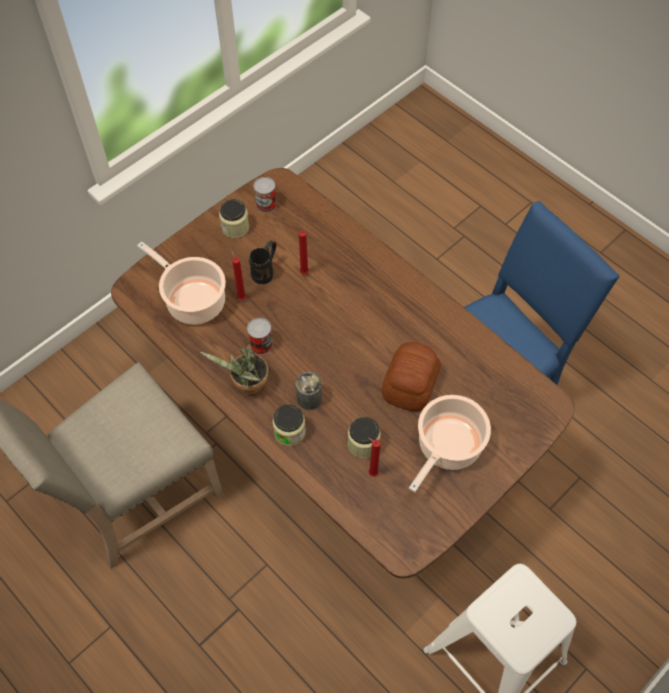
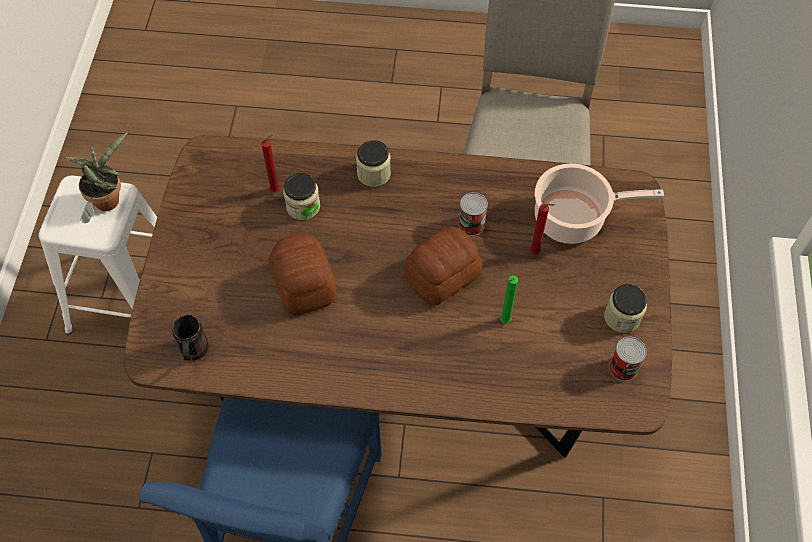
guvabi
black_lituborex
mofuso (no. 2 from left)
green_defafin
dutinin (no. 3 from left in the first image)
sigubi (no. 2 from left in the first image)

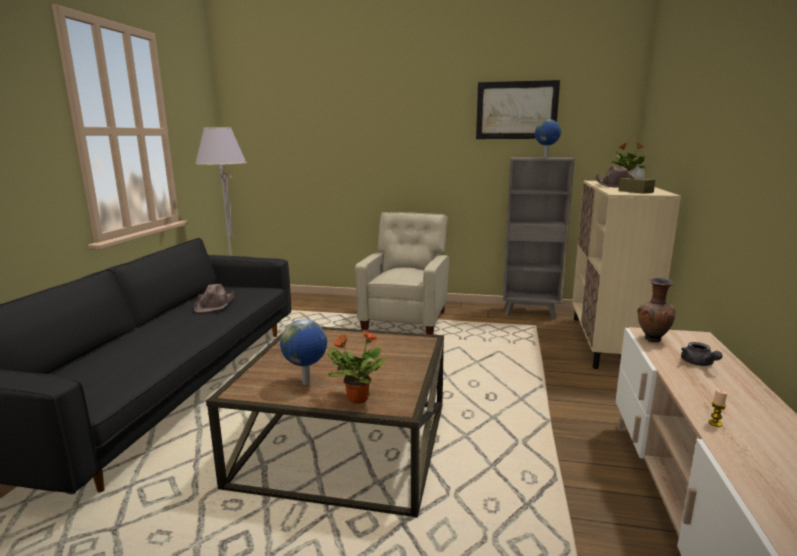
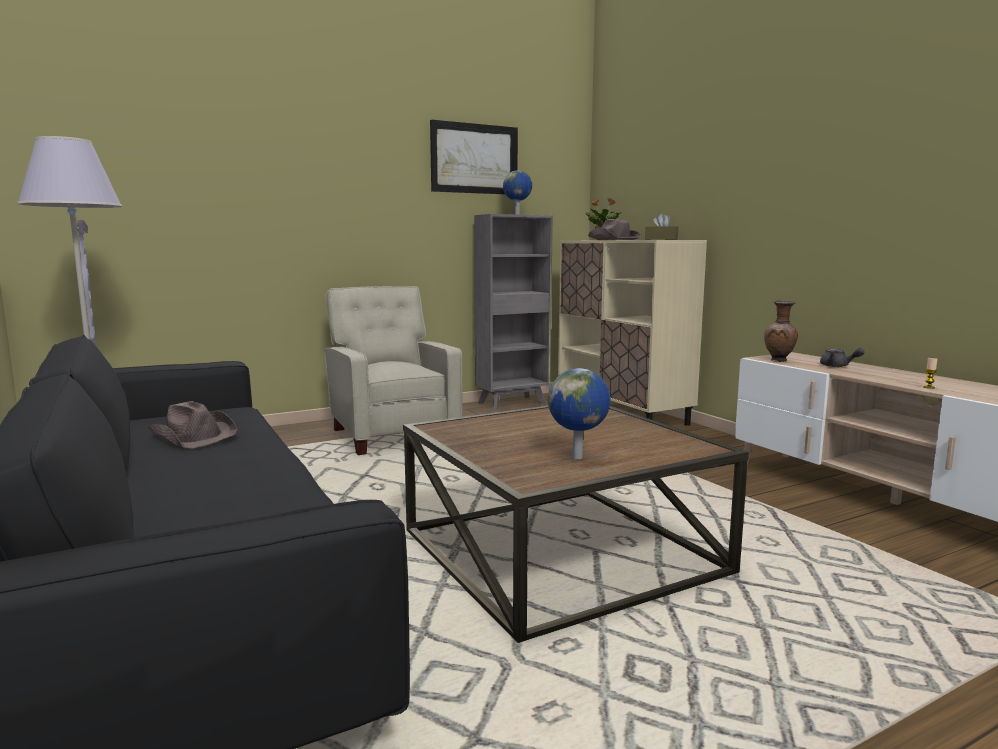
guvabi (no. 1 from left in the first image)

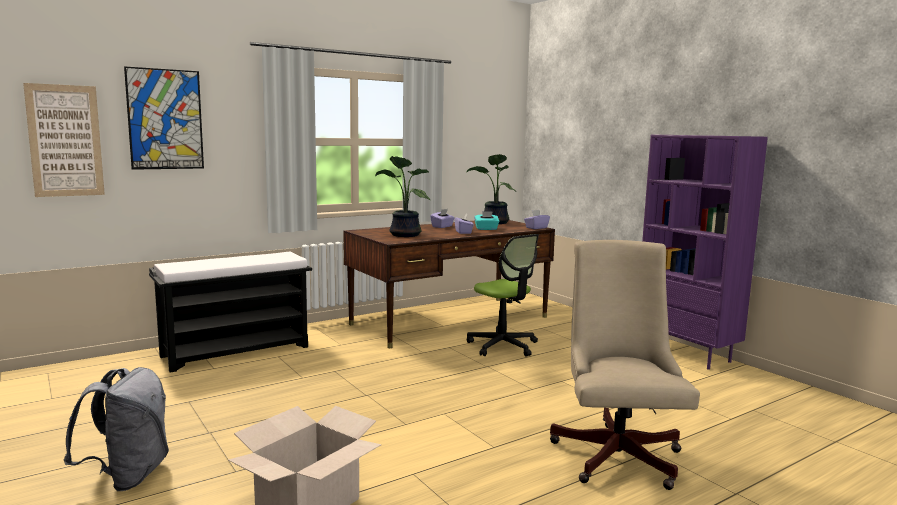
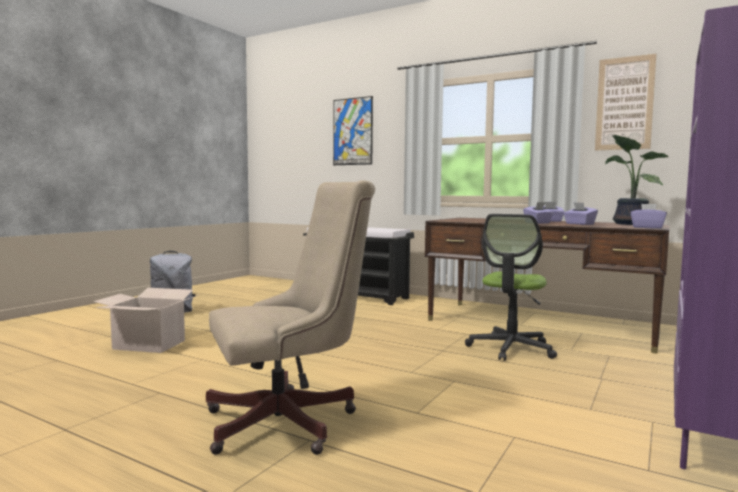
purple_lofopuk (no. 3 from left)
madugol (no. 2 from left)
guvabi (no. 1 from left in the first image)

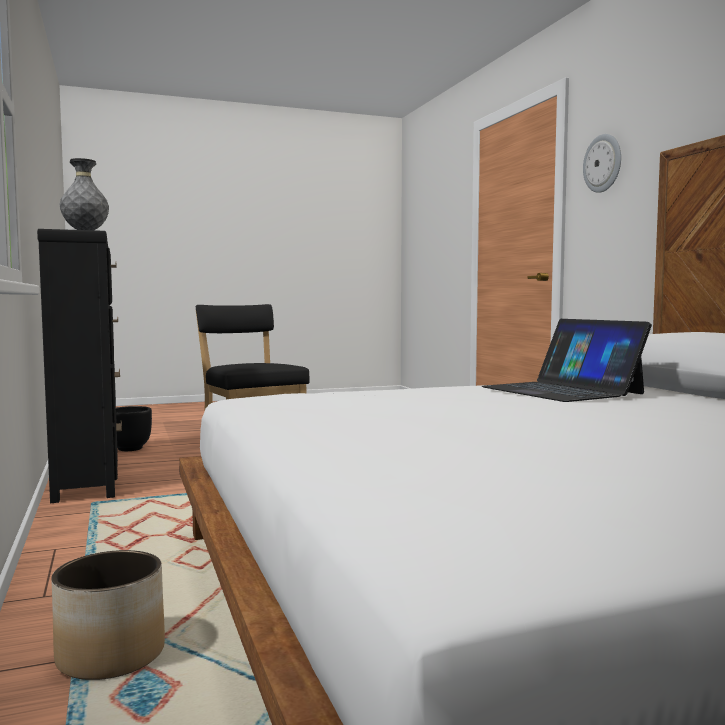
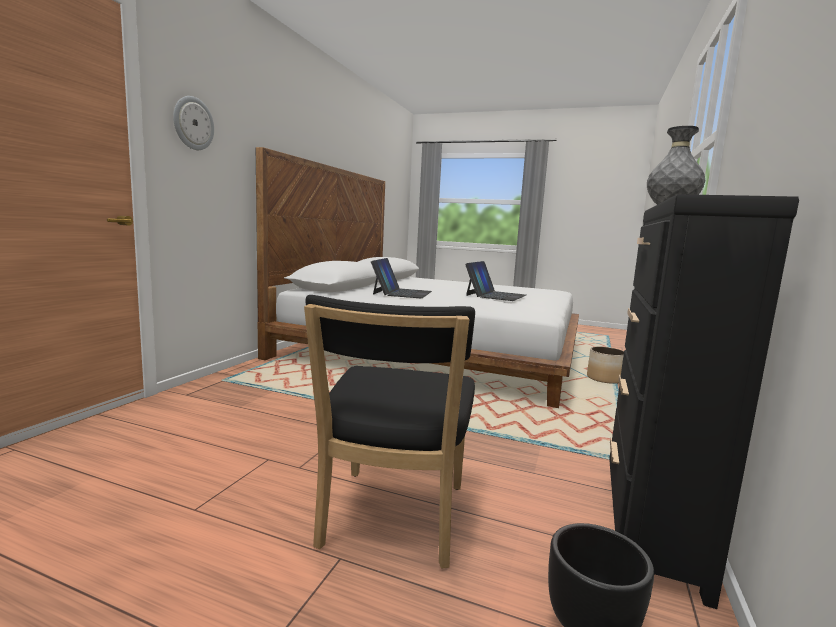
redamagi (no. 2 from left)

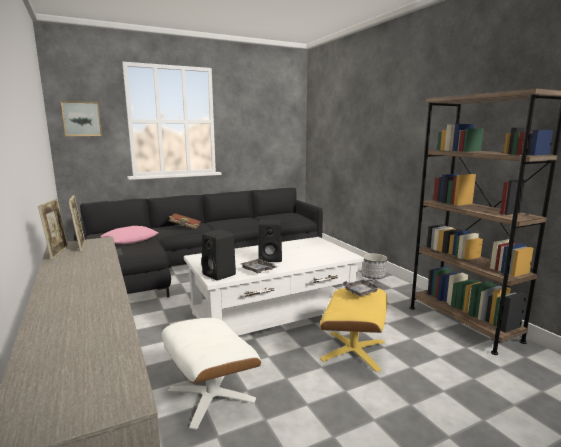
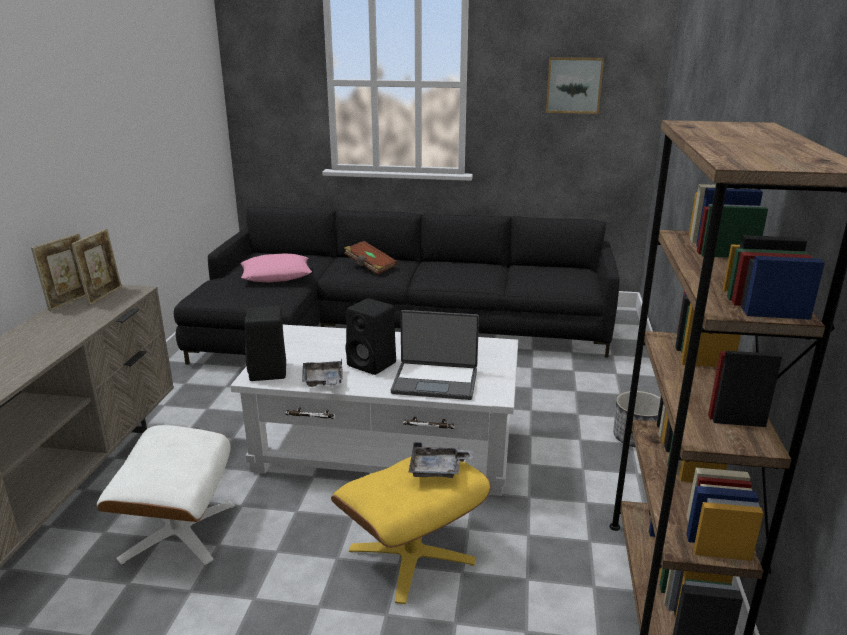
redamagi
madugol

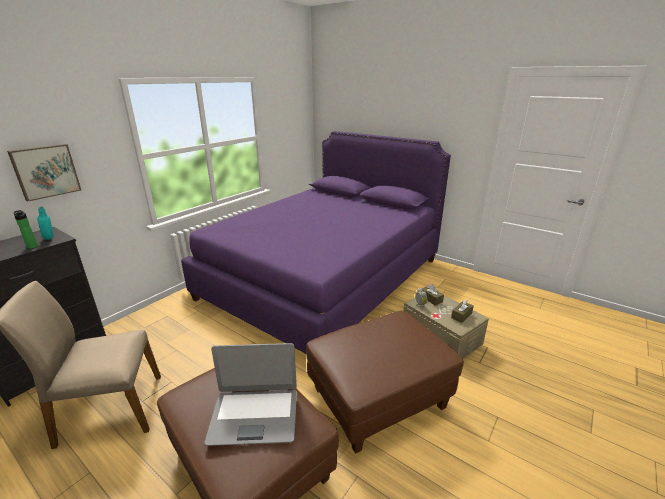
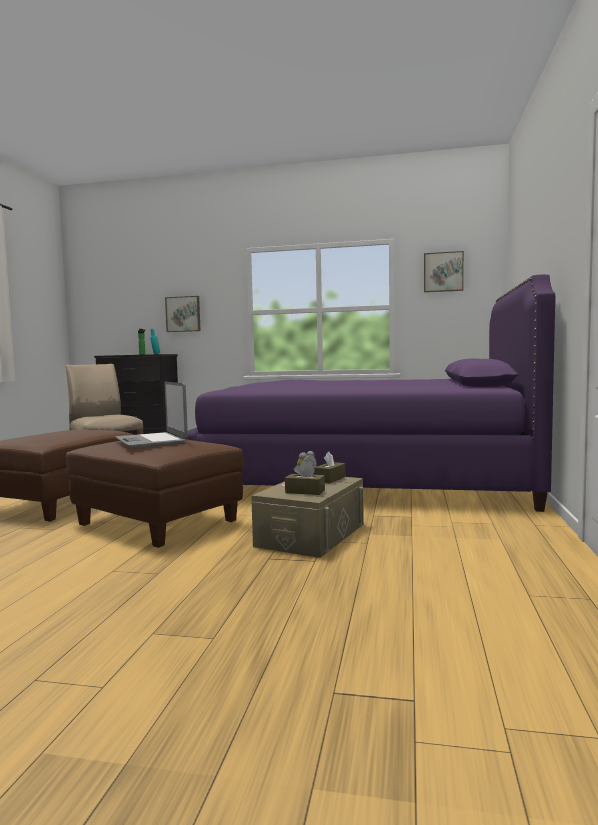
redamagi
madugol (no. 2 from left)

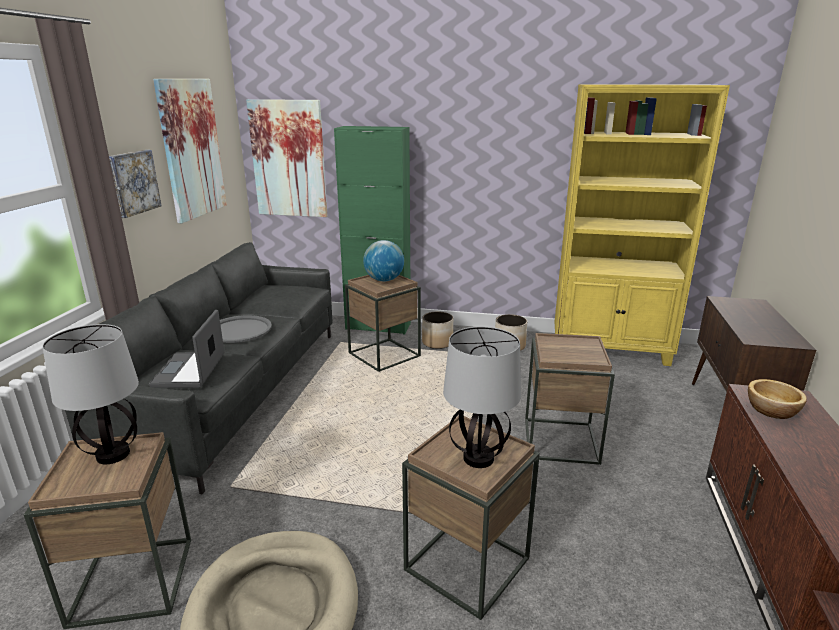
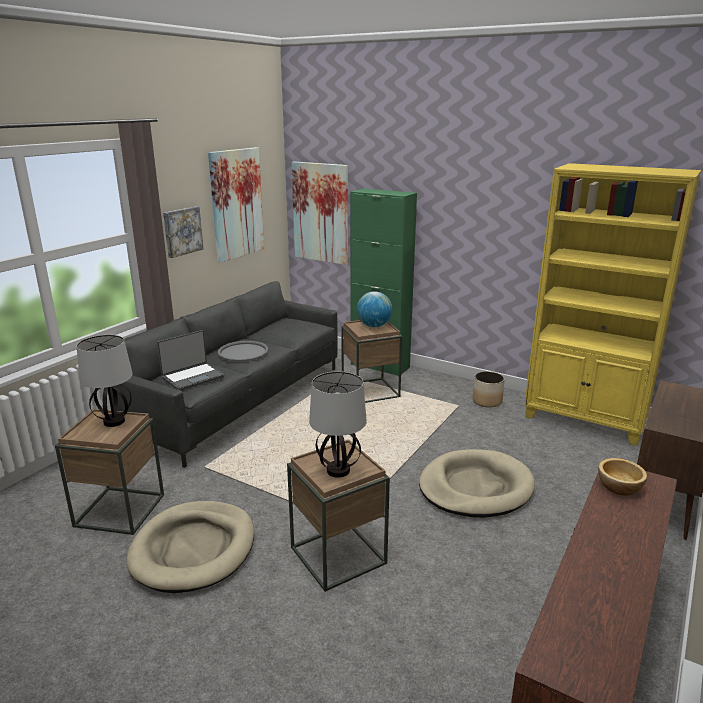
redamagi
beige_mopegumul (no. 2 from left)
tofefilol (no. 1 from left in the first image)

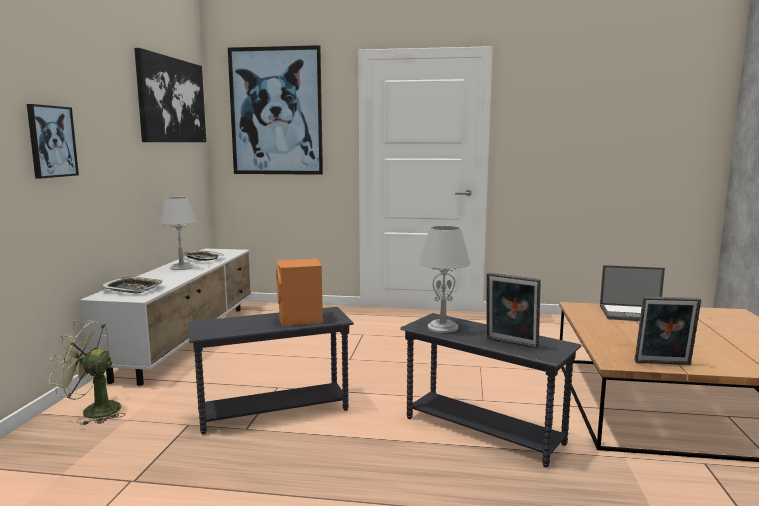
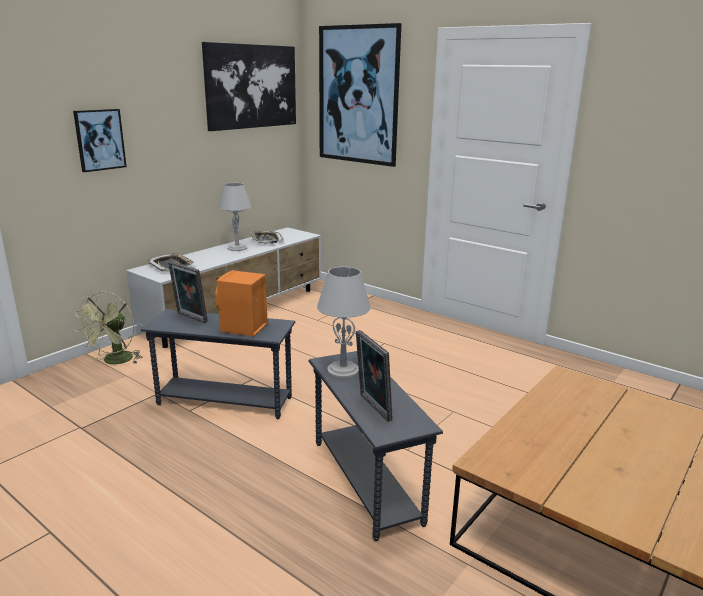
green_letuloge
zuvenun (no. 1 from left)
redamagi

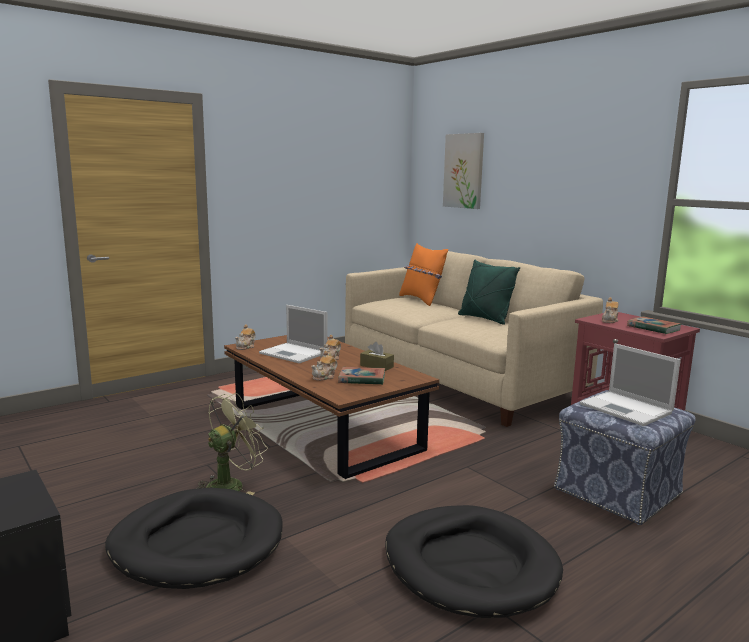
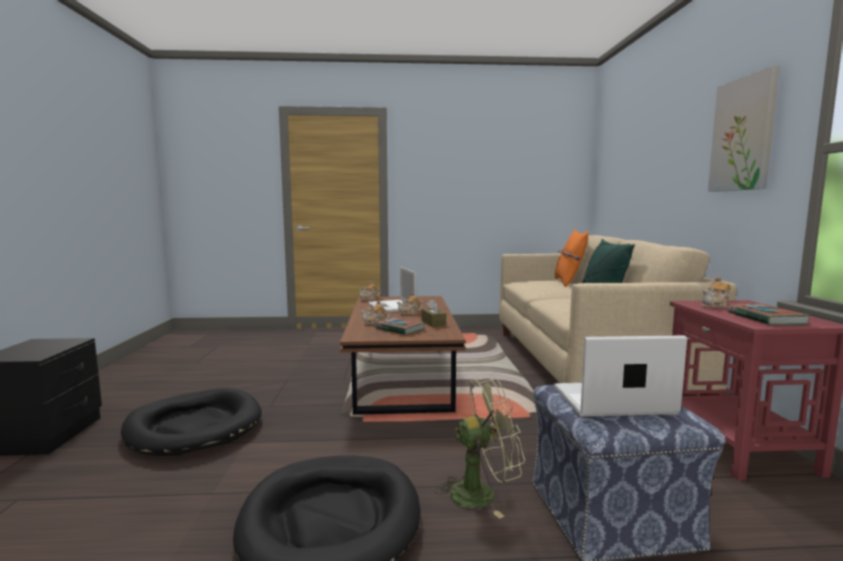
green_letuloge
redamagi (no. 2 from left)
madugol

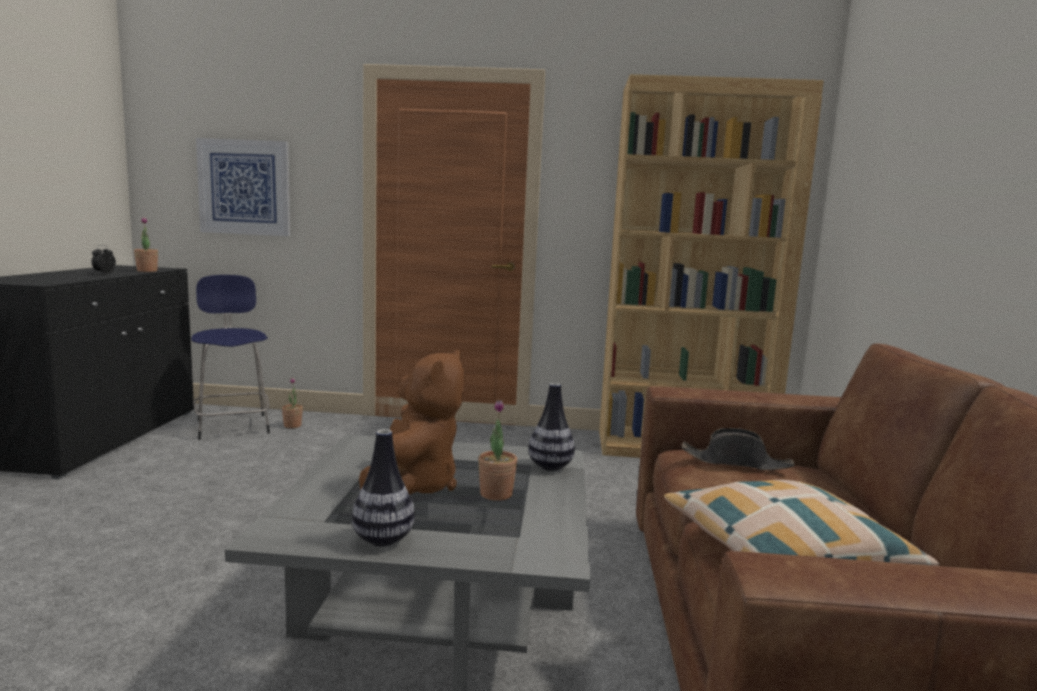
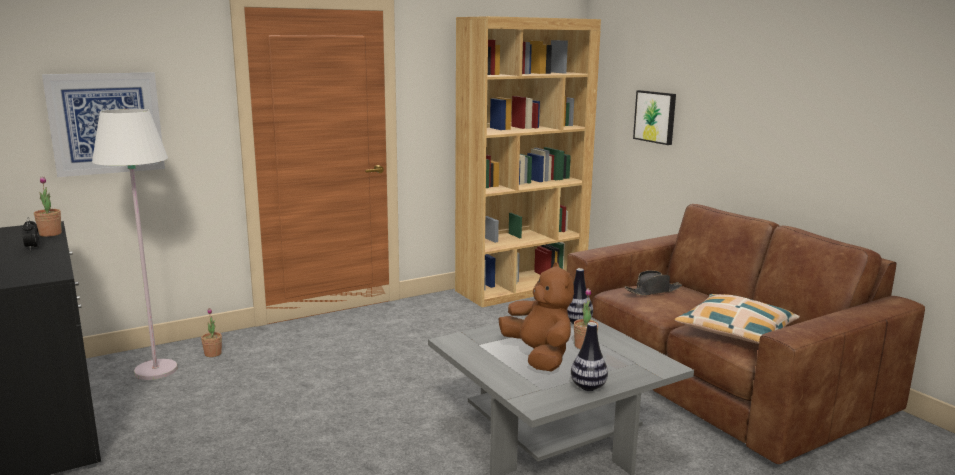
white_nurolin
madugol (no. 2 from left)

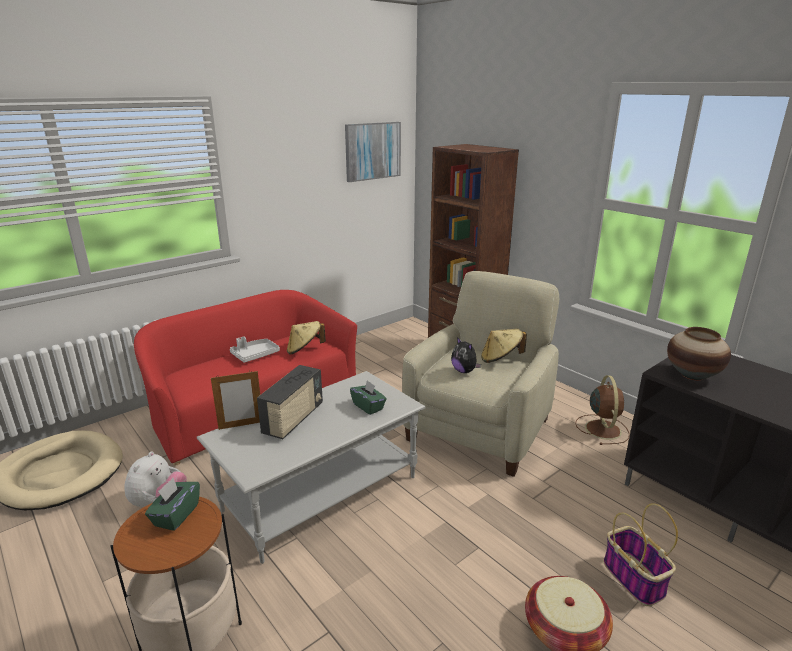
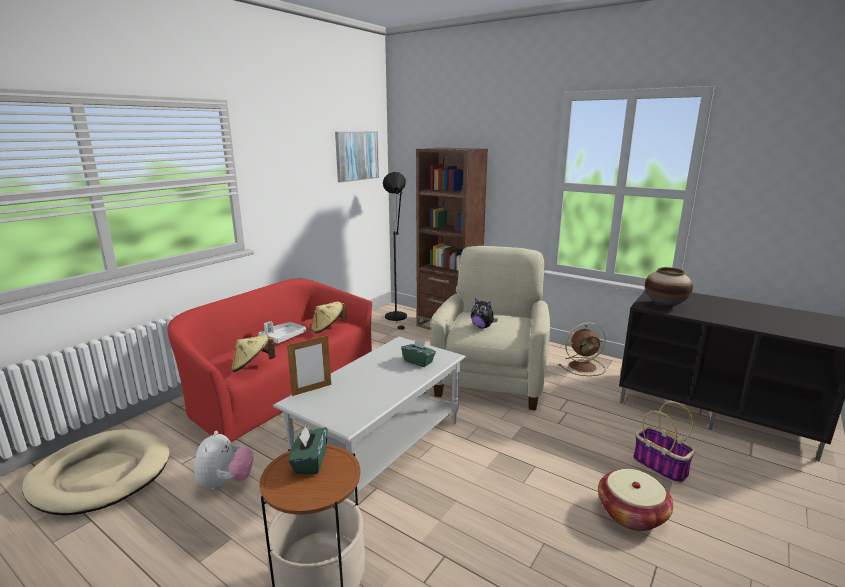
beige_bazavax (no. 1 from left)
black_nurolin
brown_letuloge
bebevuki

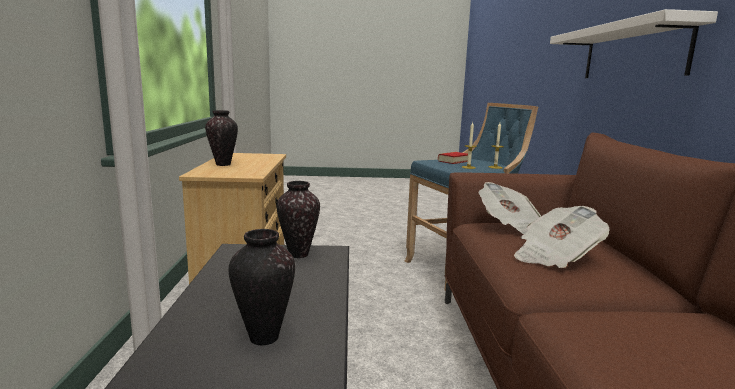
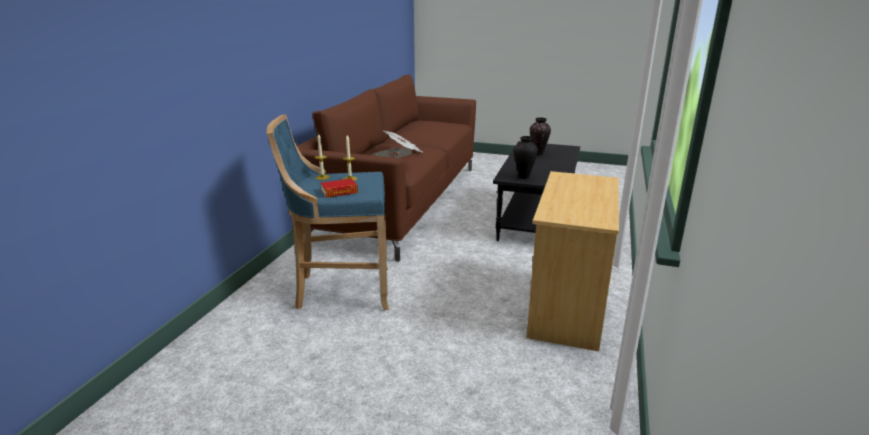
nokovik (no. 1 from left in the first image)
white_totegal

